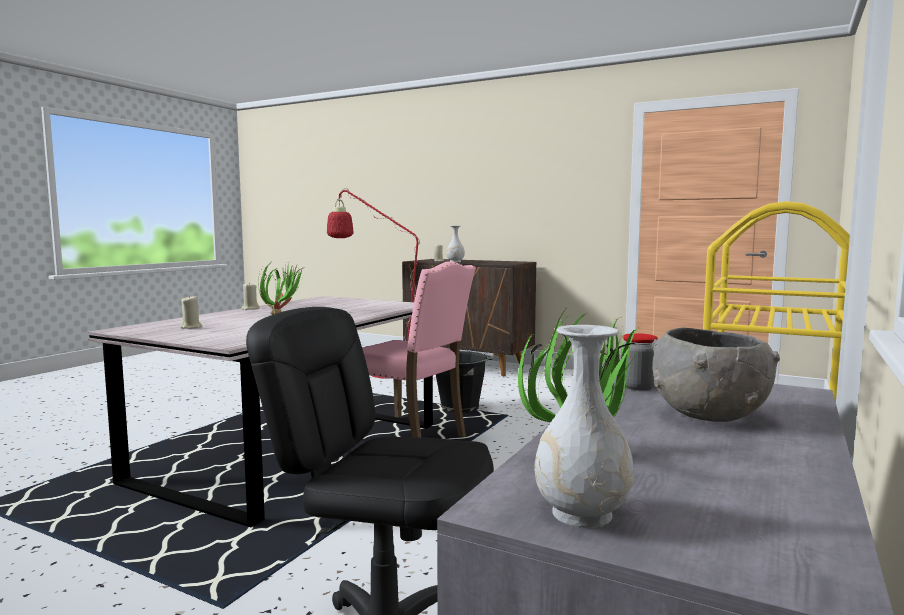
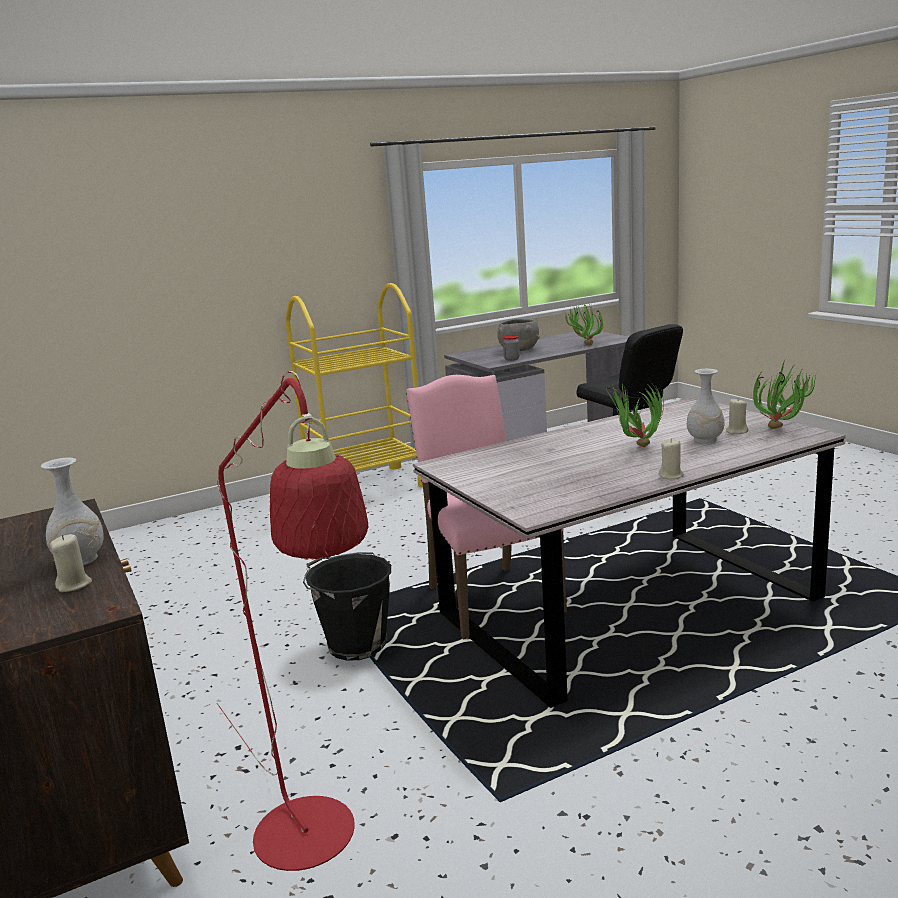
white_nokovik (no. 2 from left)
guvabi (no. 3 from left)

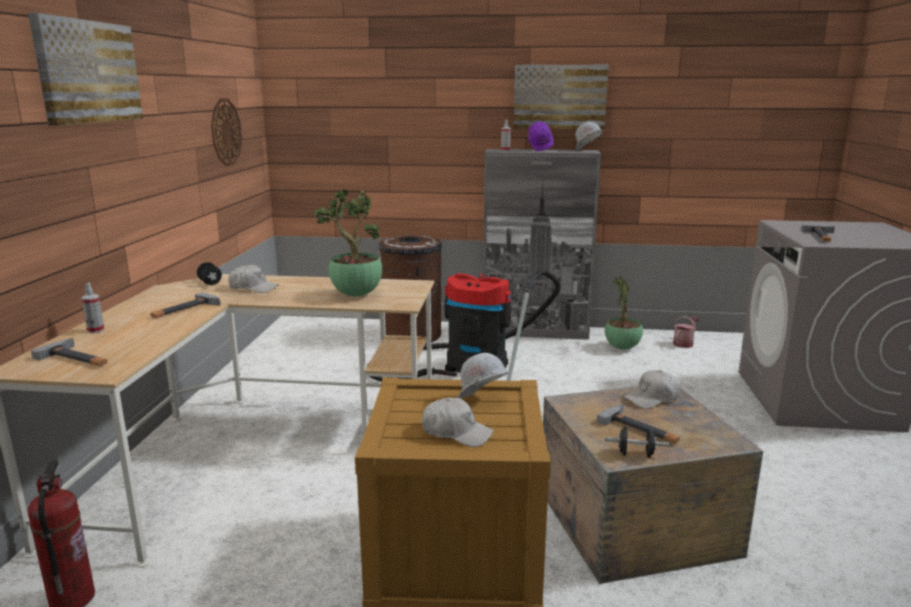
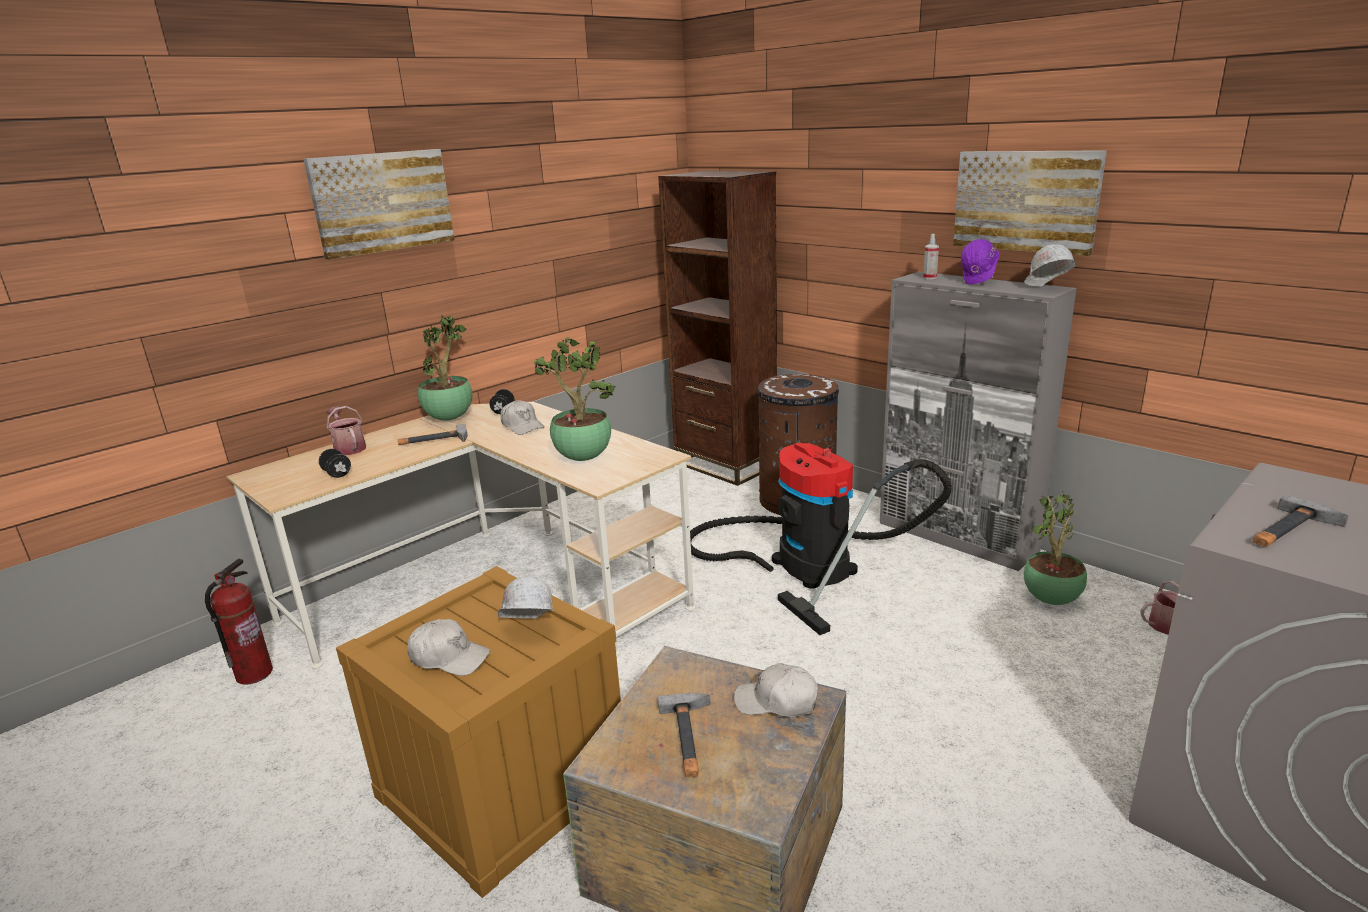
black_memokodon (no. 1 from left)
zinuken (no. 1 from left)
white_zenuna (no. 1 from left)
guvabi (no. 1 from left)
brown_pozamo
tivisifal (no. 1 from left in the first image)
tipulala

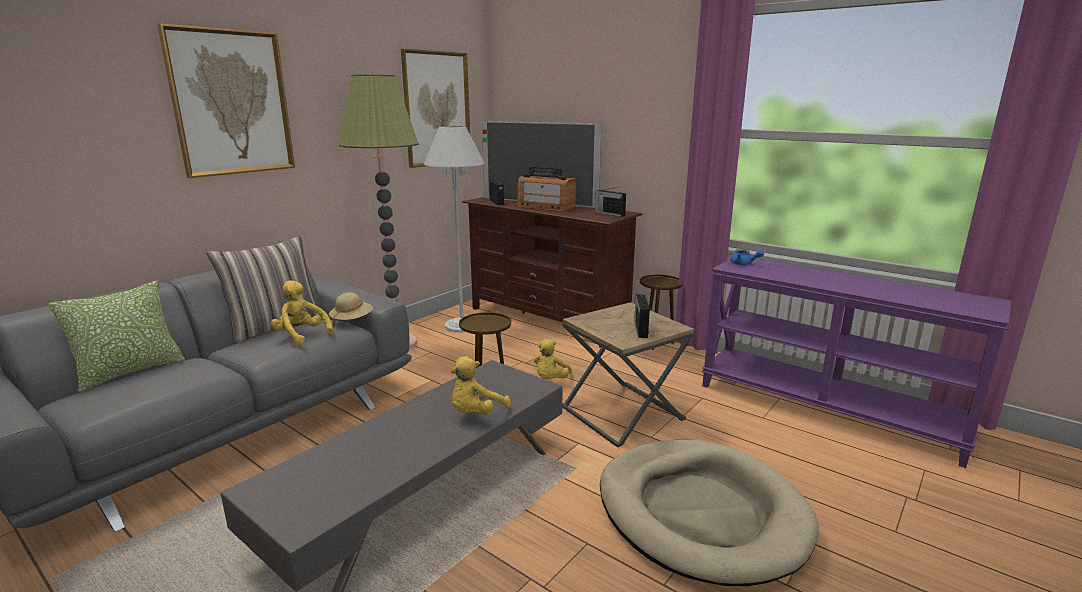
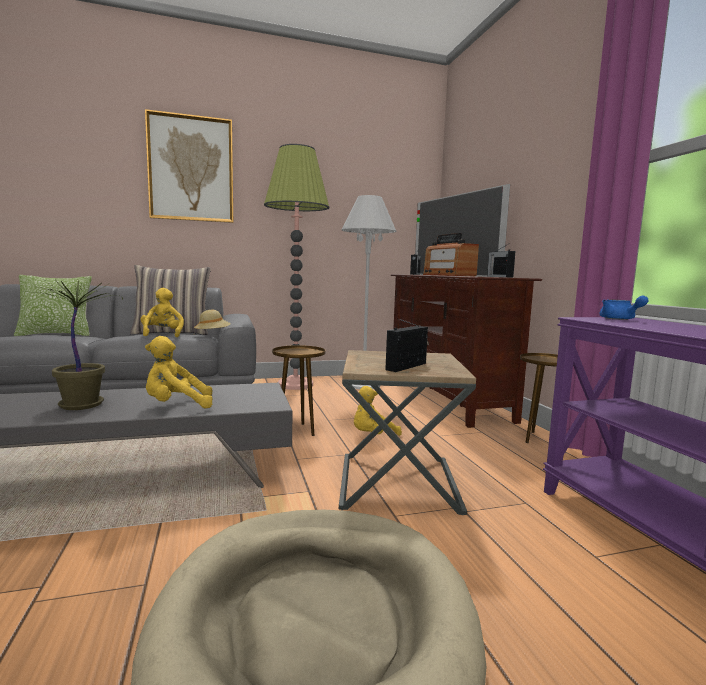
guvabi
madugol (no. 2 from left in the first image)

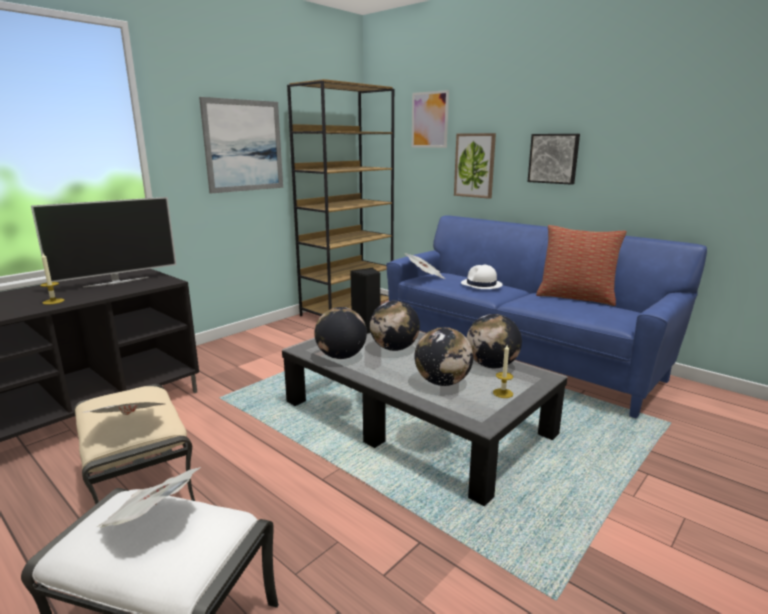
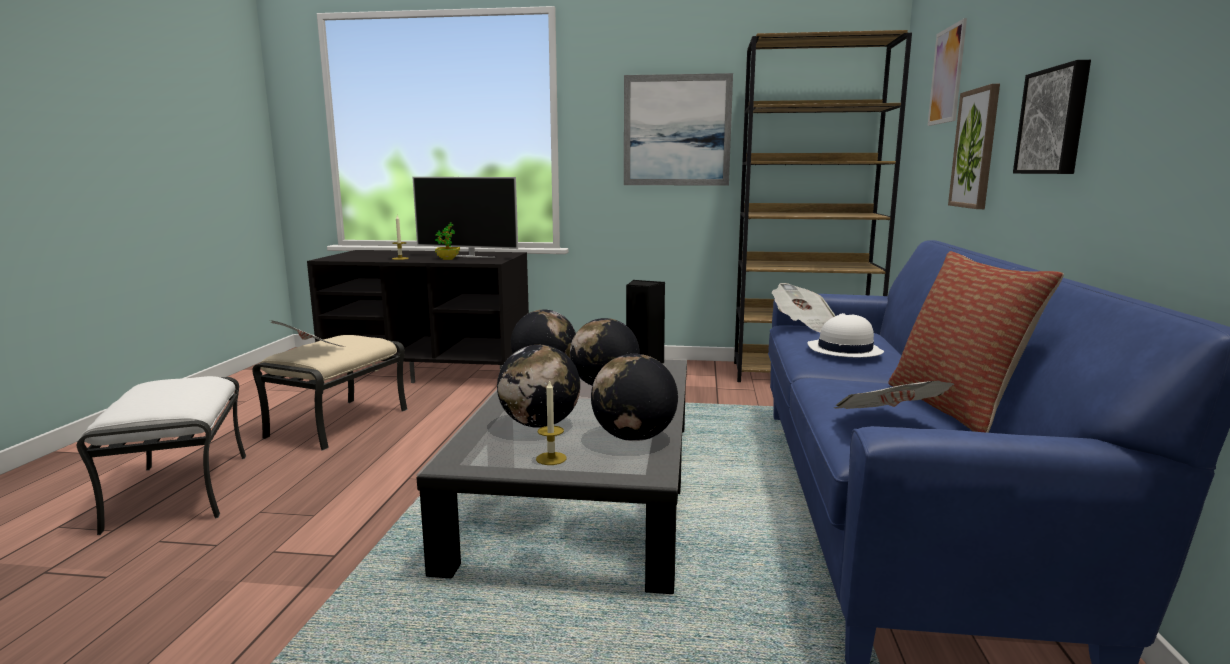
guvabi
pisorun (no. 3 from left)

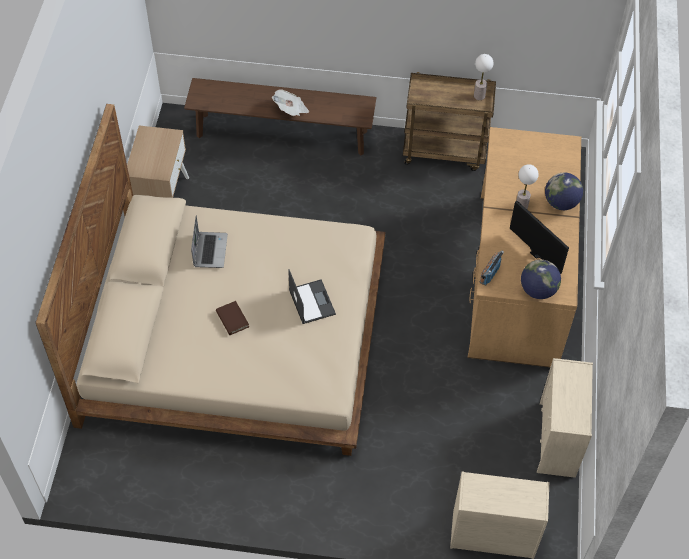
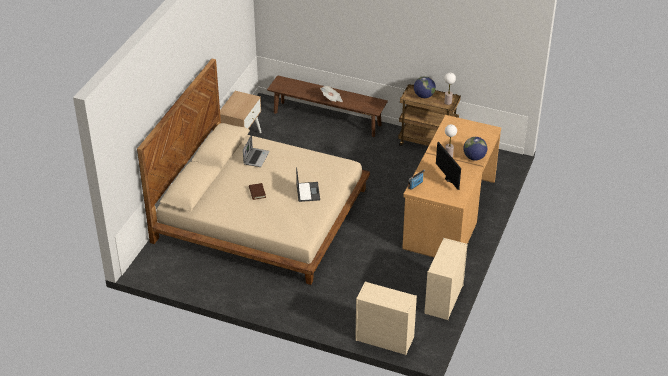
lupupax (no. 1 from left)

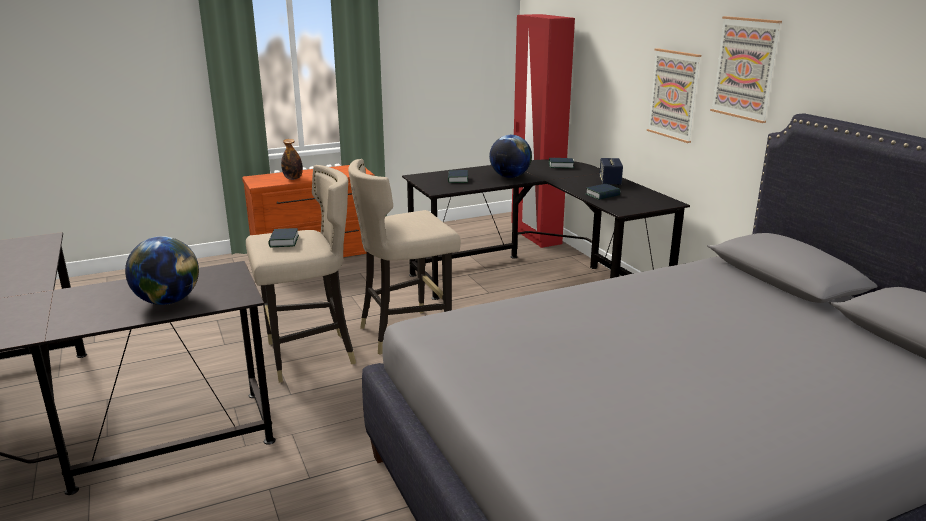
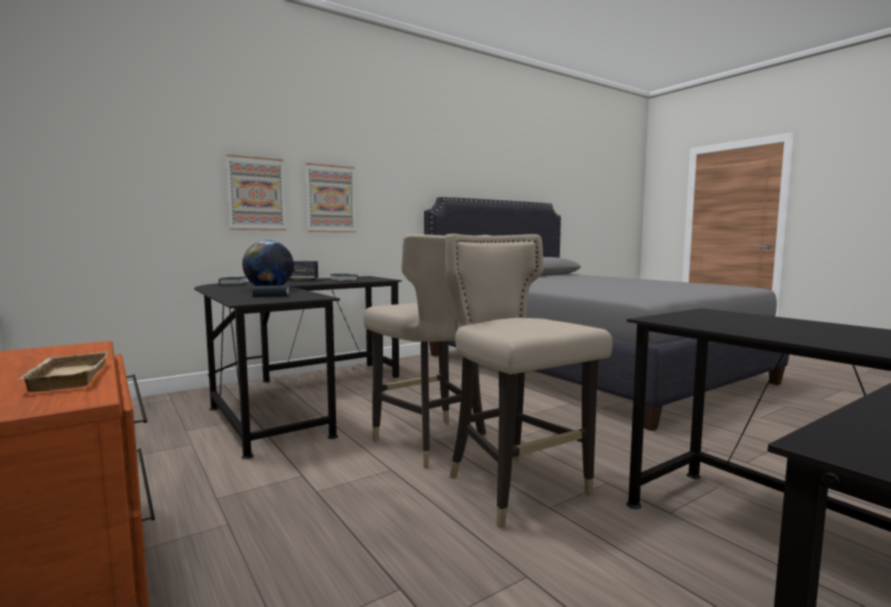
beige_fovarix
madugol (no. 1 from left)
lupupax (no. 1 from left in the first image)
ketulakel (no. 1 from left in the first image)
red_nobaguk

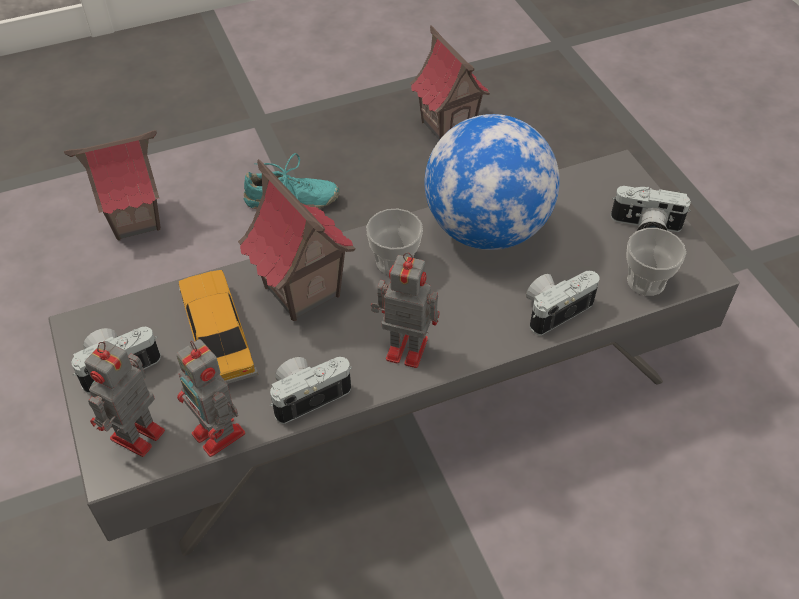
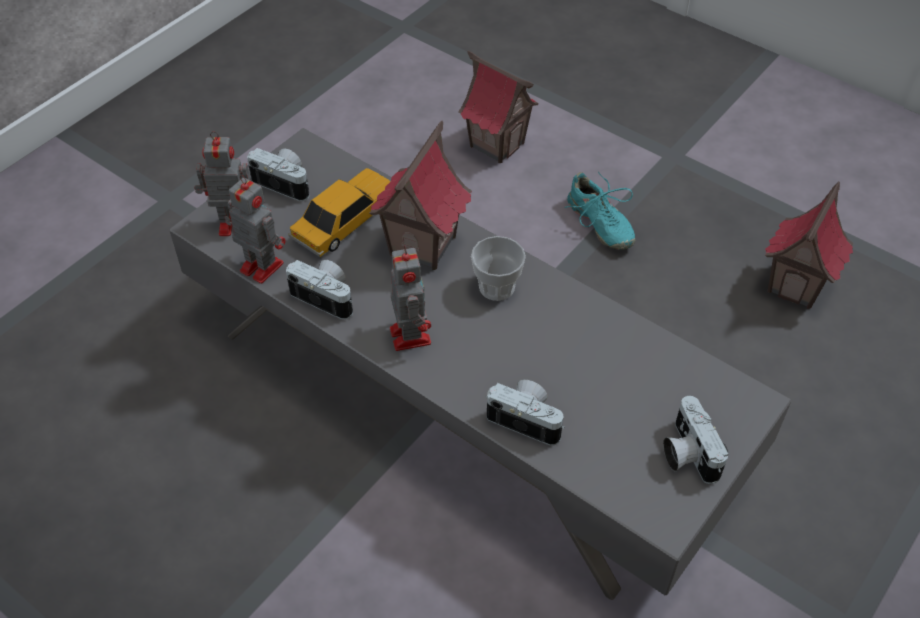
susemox (no. 2 from left)
lupupax
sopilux (no. 2 from left in the first image)

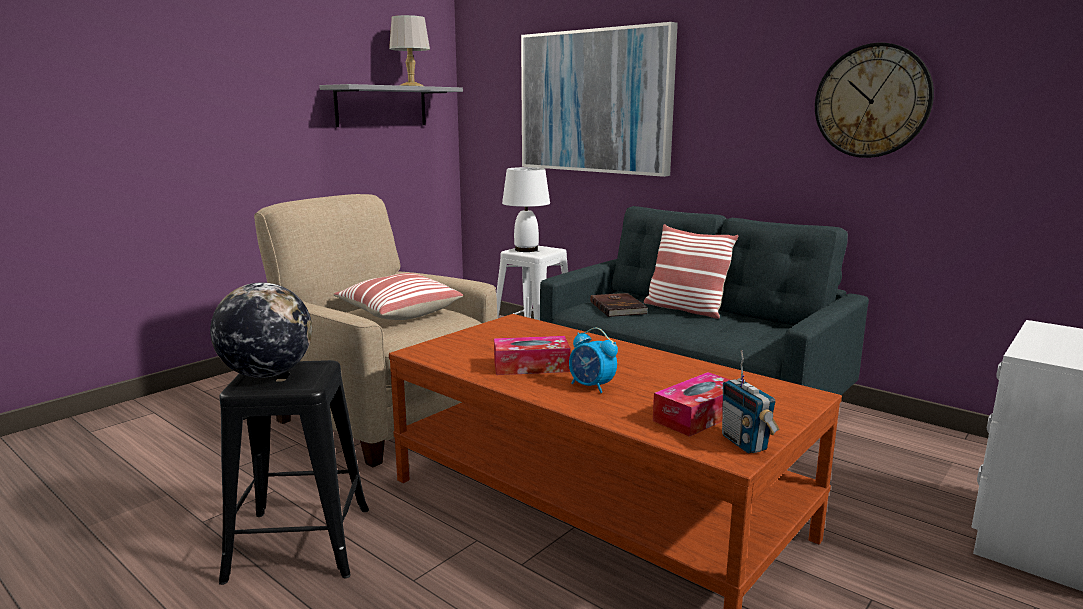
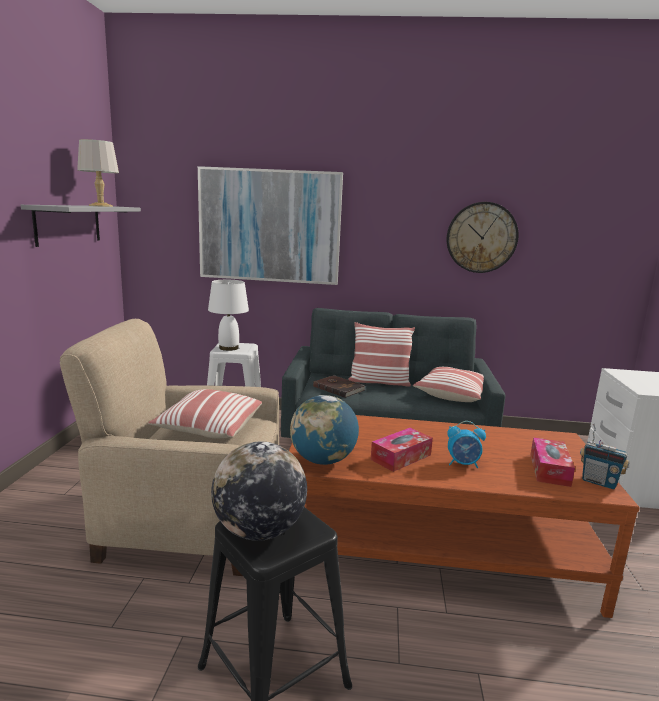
lupupax (no. 2 from left)
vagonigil (no. 3 from left)

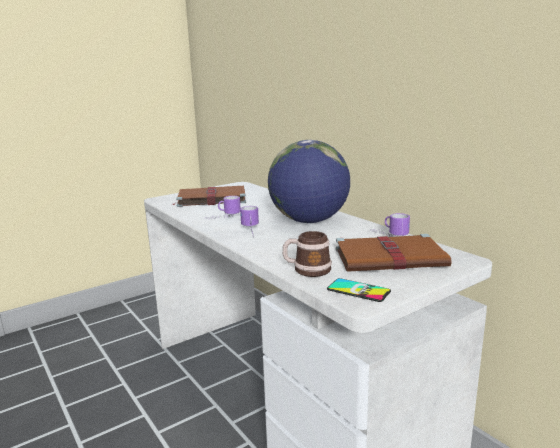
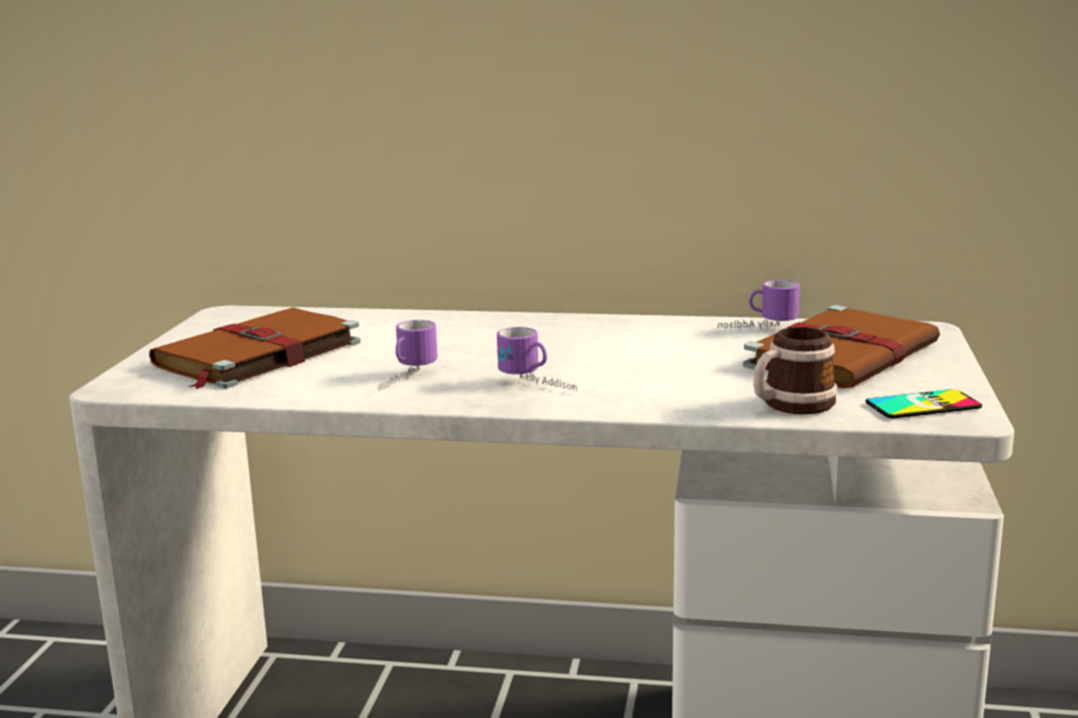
lupupax

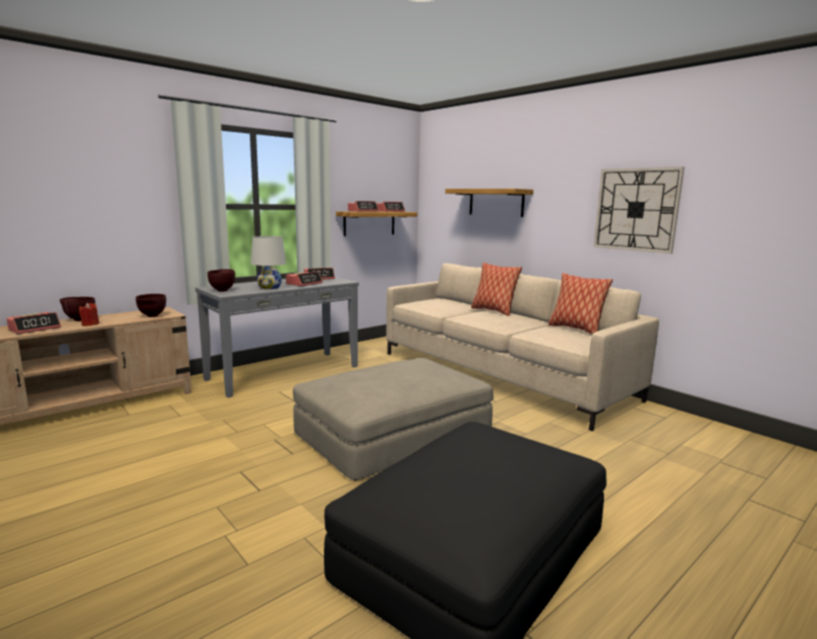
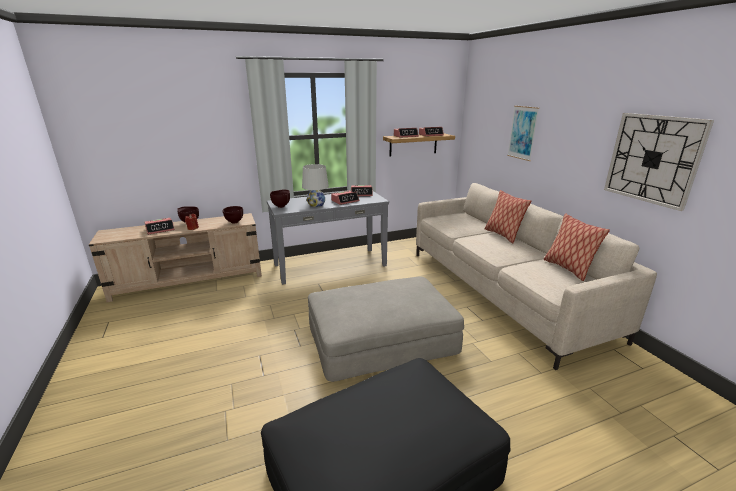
madugol

